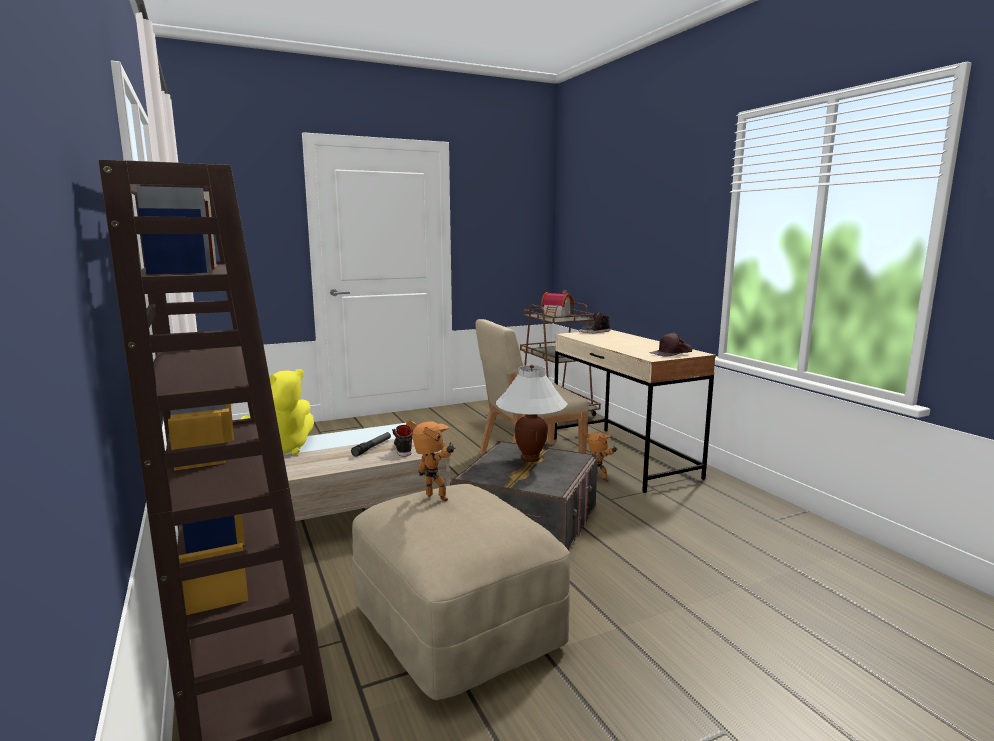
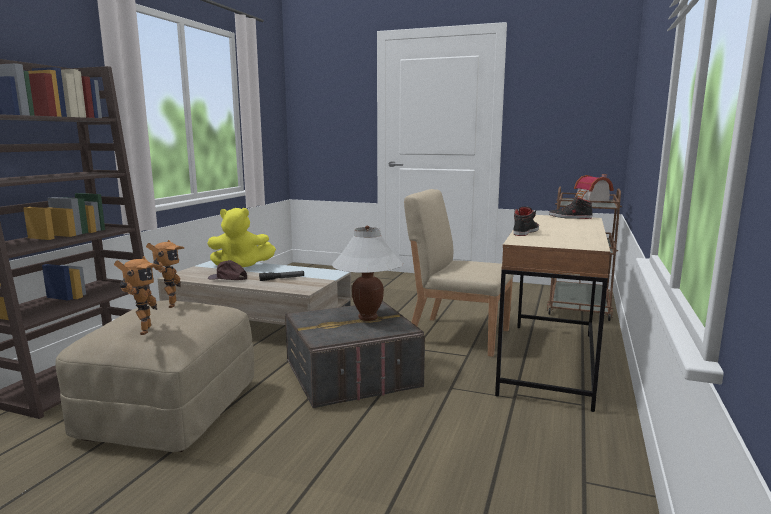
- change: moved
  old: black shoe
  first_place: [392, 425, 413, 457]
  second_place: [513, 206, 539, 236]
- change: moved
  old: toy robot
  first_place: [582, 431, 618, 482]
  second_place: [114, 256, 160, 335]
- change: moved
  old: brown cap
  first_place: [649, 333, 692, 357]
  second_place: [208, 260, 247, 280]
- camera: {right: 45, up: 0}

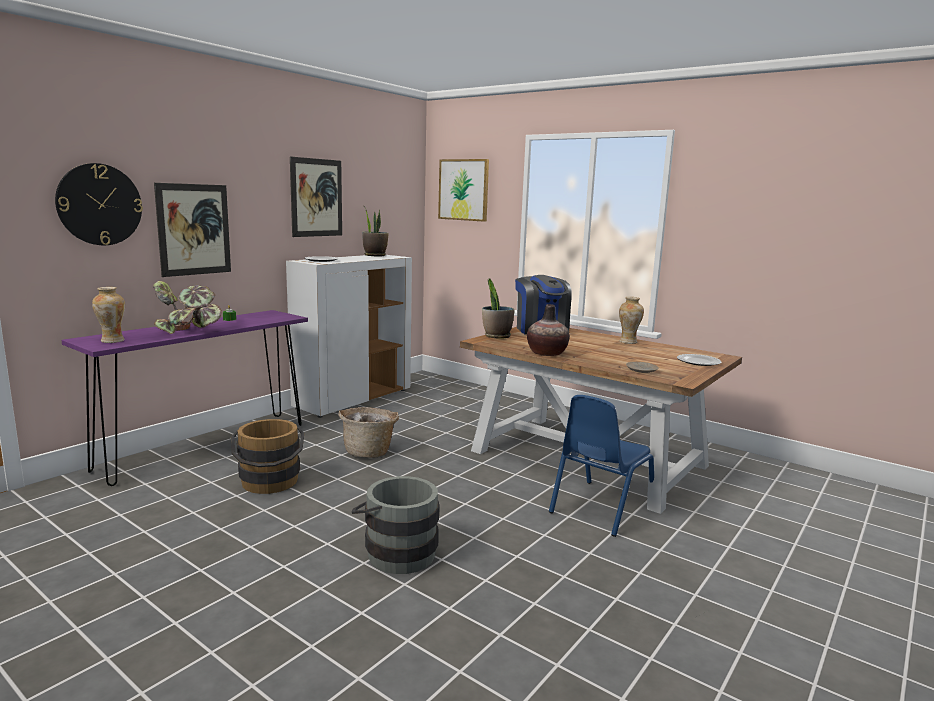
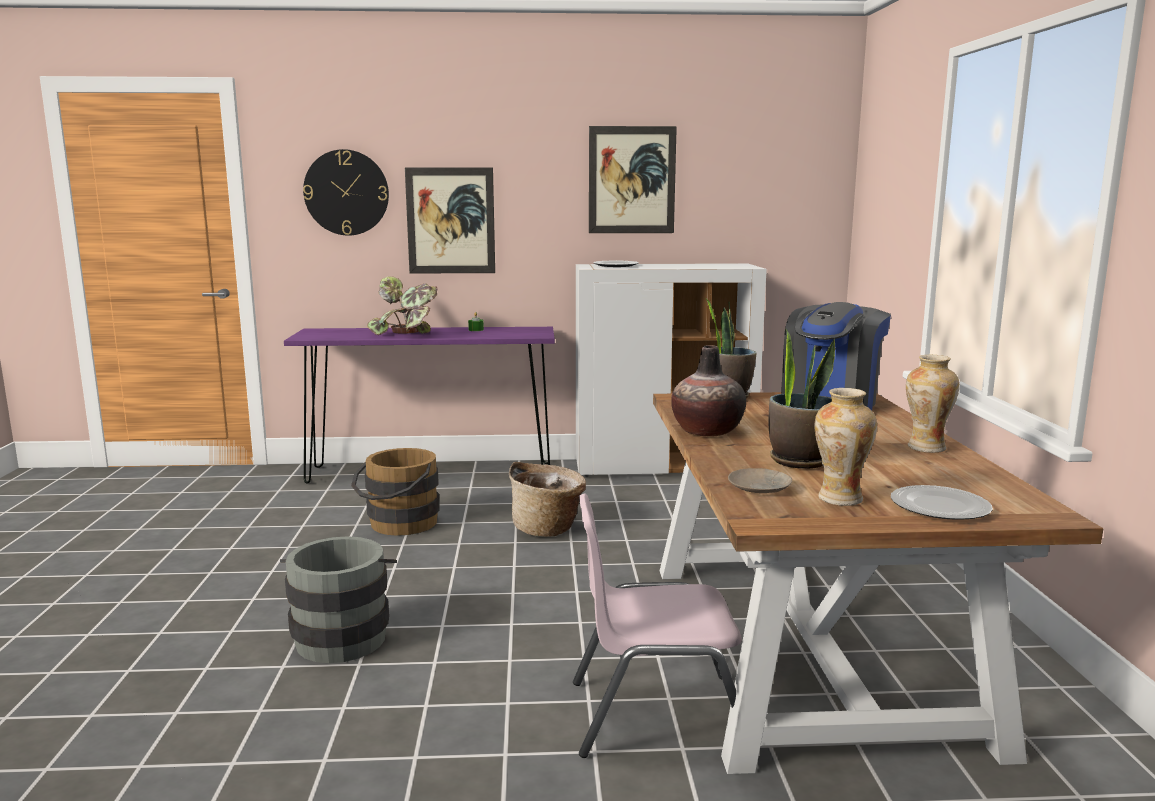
- change: moved
  old: vase
  first_place: [92, 287, 125, 343]
  second_place: [815, 388, 877, 506]
- change: moved
  old: potted plant
  first_place: [362, 206, 389, 257]
  second_place: [768, 330, 835, 469]
- change: removed
  old: picture
  first_place: [438, 159, 489, 222]
- change: recoloured
  old: blue chair
  new: pink chair
  first_place: [549, 395, 654, 537]
  second_place: [573, 493, 742, 758]
- camera: {right: 50, up: 0}

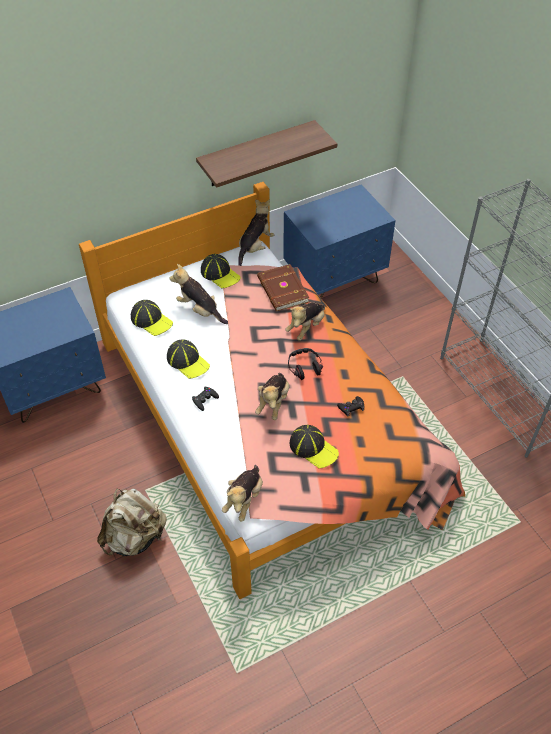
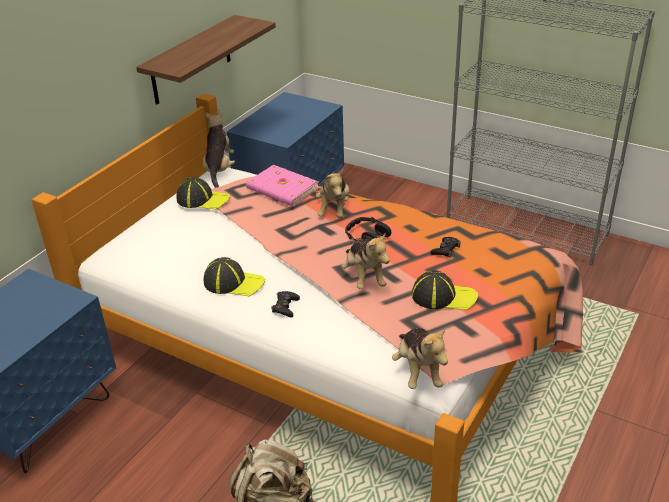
- change: removed
  old: cap
  first_place: [131, 300, 173, 336]
- change: removed
  old: plush toy
  first_place: [169, 264, 228, 324]
- change: recoloured
  old: brown book
  new: pink book
  first_place: [257, 264, 309, 311]
  second_place: [246, 165, 319, 206]
- camera: {right: -30, up: -15}

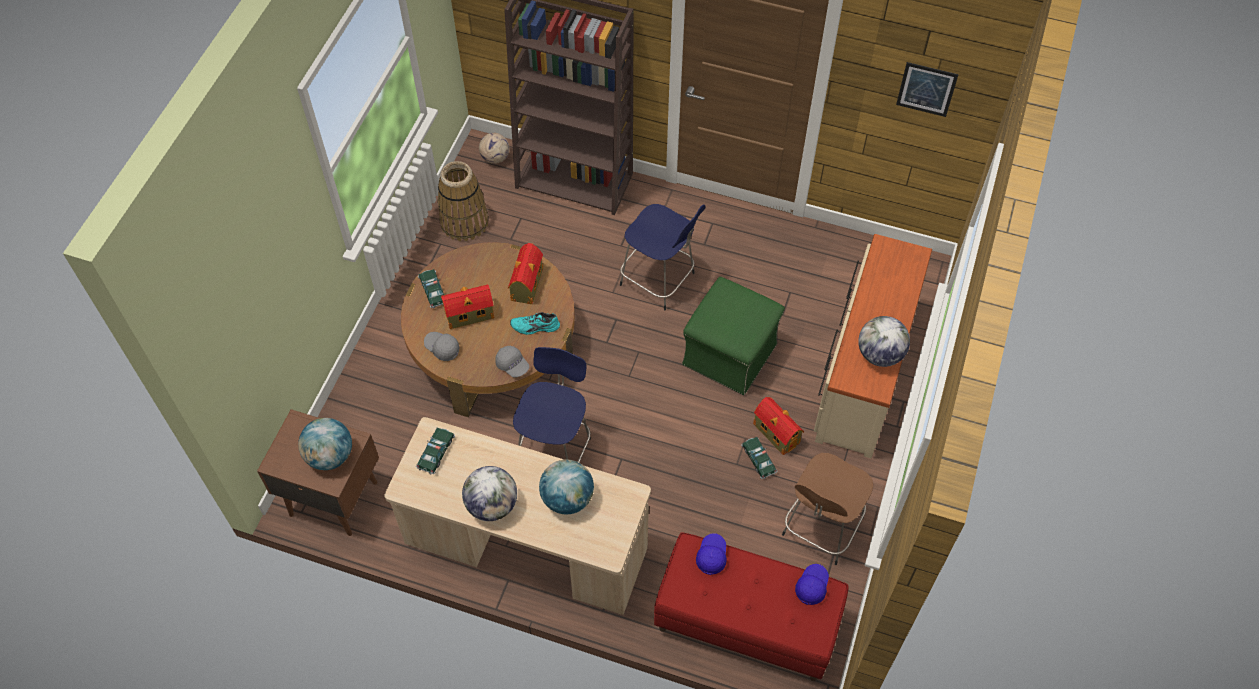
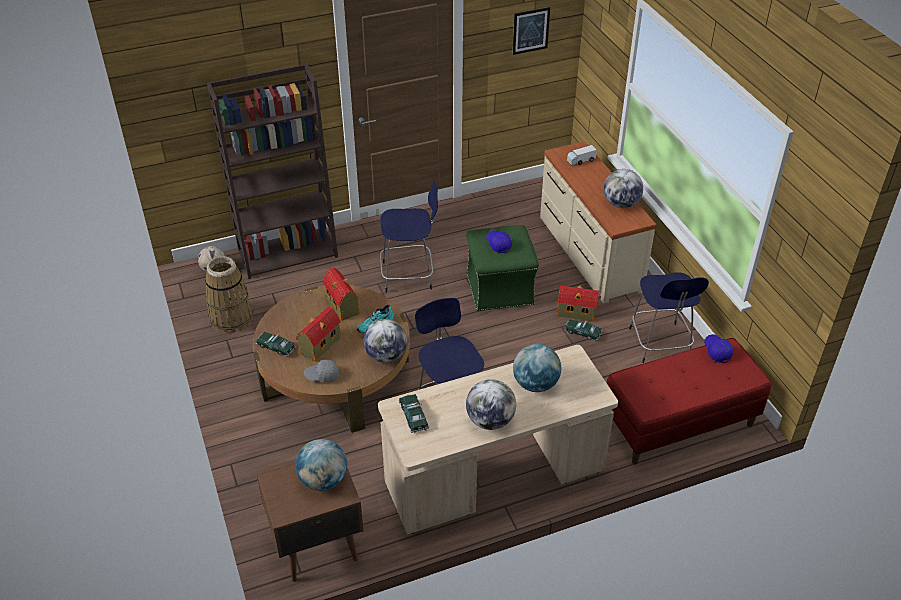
- change: replaced
  old: grey cap
  new: globe
  first_place: [496, 346, 529, 378]
  second_place: [363, 319, 407, 363]
- change: moved
  old: blue cap
  first_place: [696, 533, 727, 575]
  second_place: [486, 230, 512, 253]
- change: recoloured
  old: brown stool
  new: blue stool
  first_place: [782, 453, 873, 565]
  second_place: [629, 273, 709, 363]
- change: added
  new: toy truck
  second_place: [567, 145, 597, 165]
- camera: {right: -40, up: -15}

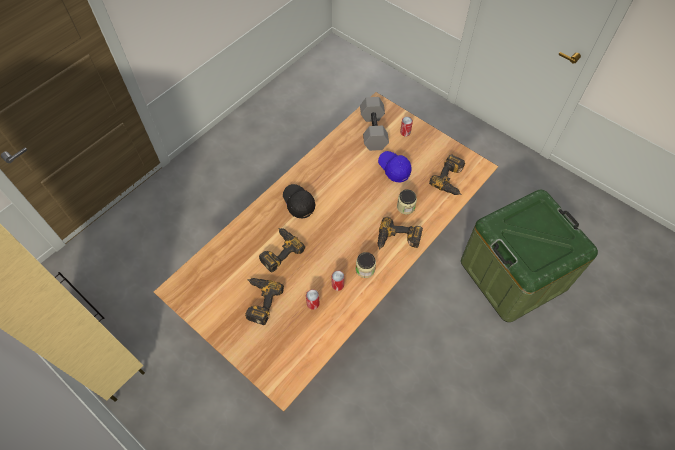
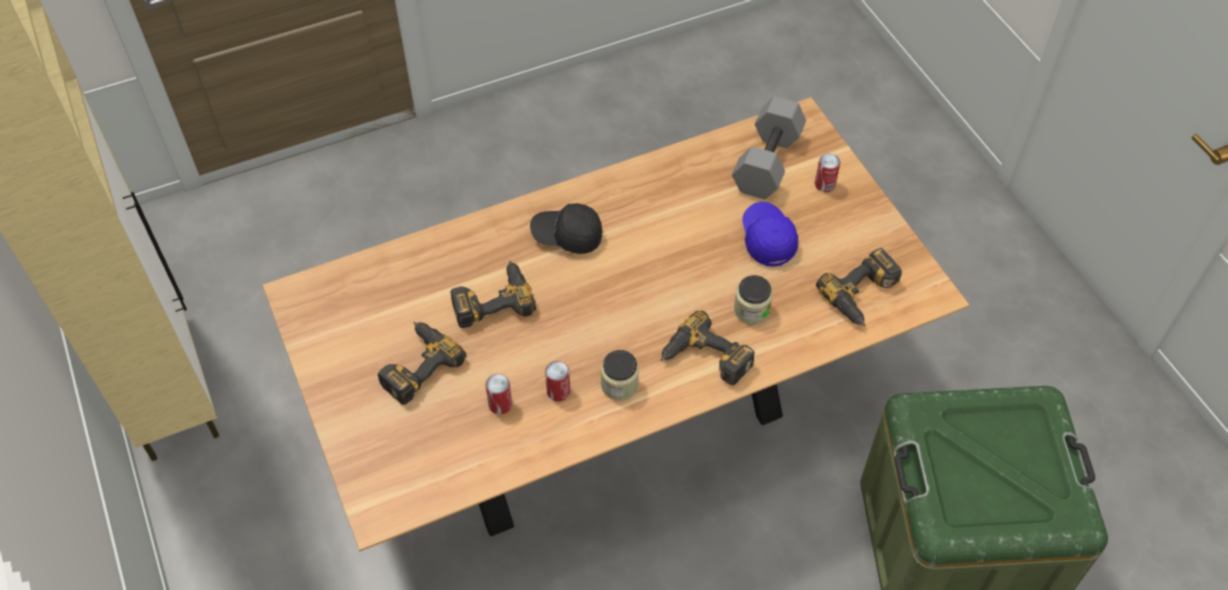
- change: turned
  old: black cap
  first_place: [283, 184, 315, 219]
  second_place: [530, 203, 602, 254]
  degrees: -75
- camera: {right: 25, up: -5}

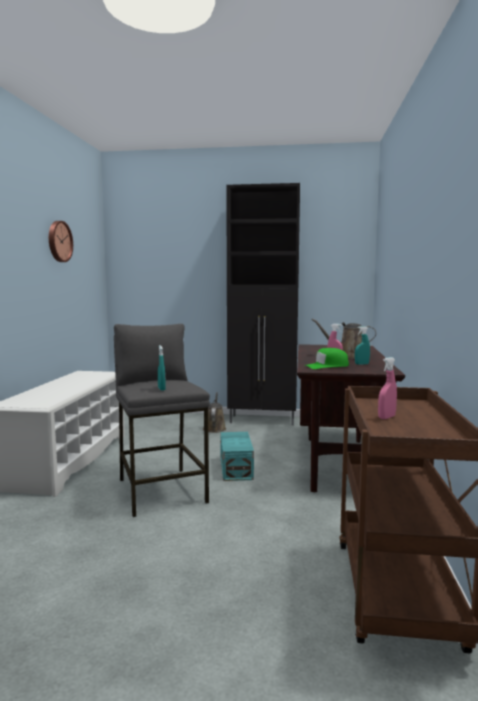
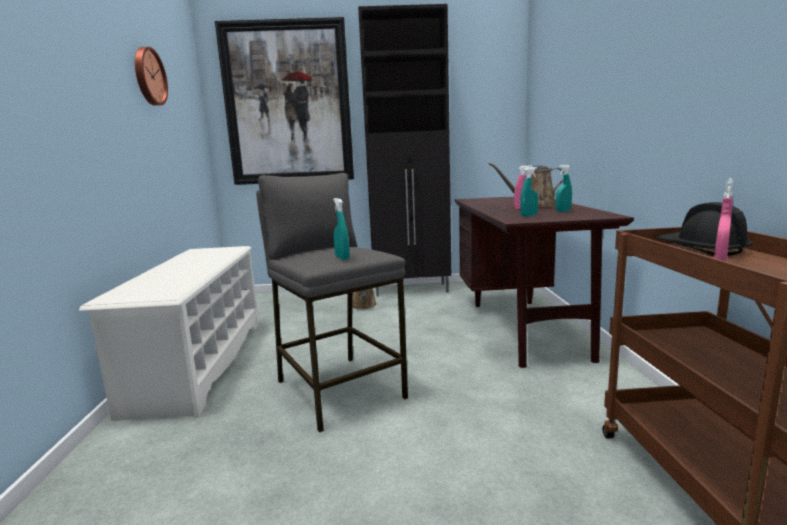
- change: removed
  old: turquoise storage box
  first_place: [220, 432, 254, 481]
- change: replaced
  old: green cap
  new: turquoise spray bottle
  first_place: [304, 348, 349, 369]
  second_place: [520, 167, 538, 217]
- change: added
  new: picture
  second_place: [215, 17, 354, 185]
- change: added
  new: black hard hat
  second_place: [657, 202, 753, 256]
- camera: {right: -10, up: 5}

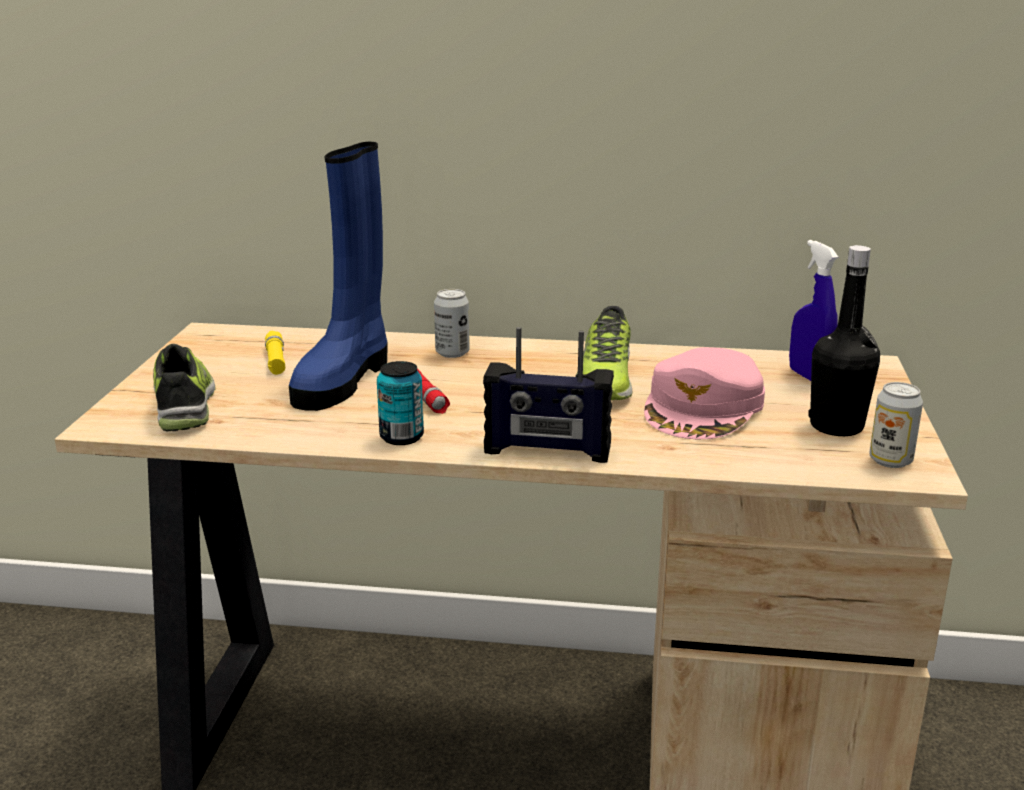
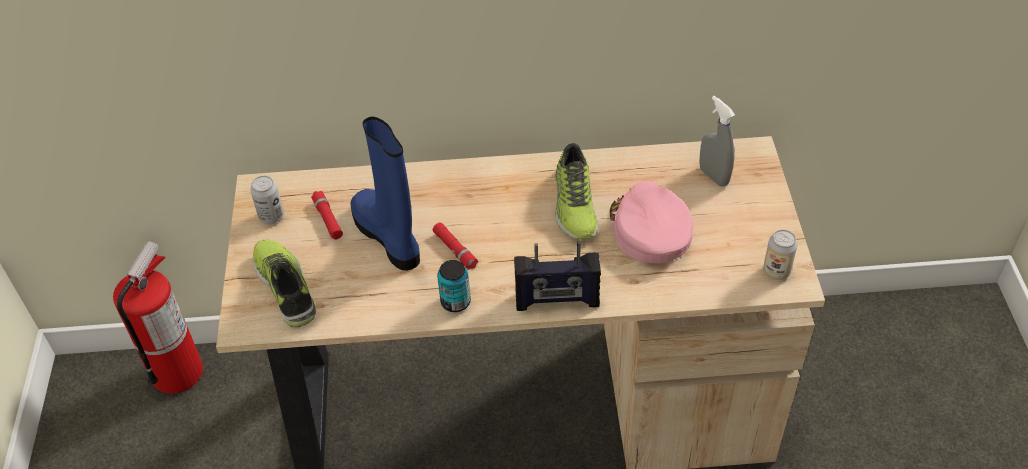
- change: recoloured
  old: yellow flashlight
  new: red flashlight
  first_place: [265, 331, 285, 375]
  second_place: [311, 191, 343, 240]
- change: turned
  old: blue boot
  first_place: [289, 142, 387, 411]
  second_place: [350, 117, 420, 270]
  degrees: 135
- change: moved
  old: can
  first_place: [434, 289, 470, 358]
  second_place: [250, 176, 284, 224]
- change: turned
  old: pink cap
  first_place: [644, 347, 765, 439]
  second_place: [609, 181, 694, 263]
  degrees: 150
- change: recoloured
  old: blue spray bottle
  new: grey spray bottle
  first_place: [789, 240, 838, 381]
  second_place: [699, 96, 735, 187]
- change: removed
  old: black bottle
  first_place: [808, 245, 880, 436]
- change: added
  new: fire extinguisher
  second_place: [113, 241, 203, 394]
- camera: {right: -10, up: 25}

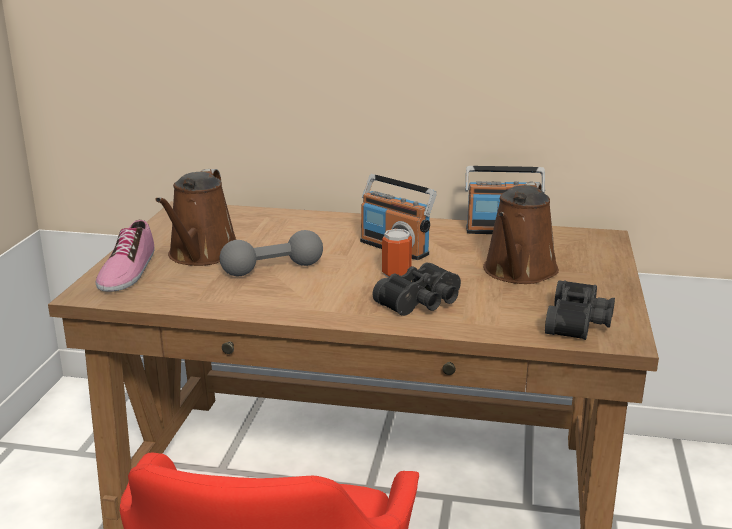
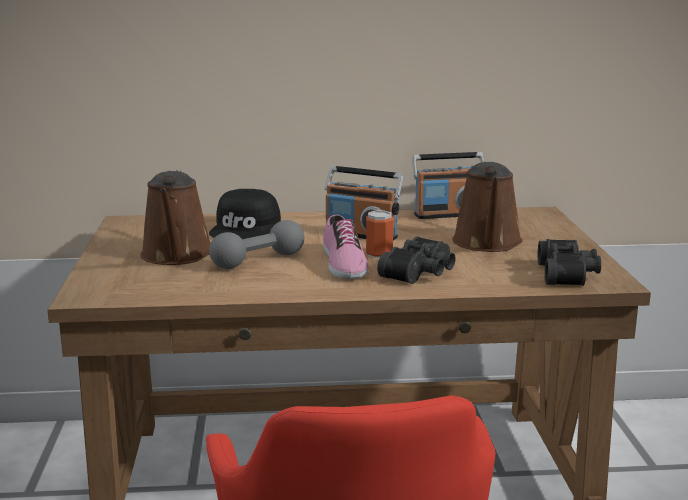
- change: moved
  old: shoe
  first_place: [96, 220, 155, 292]
  second_place: [323, 214, 368, 279]
- change: added
  new: black cap
  second_place: [209, 189, 281, 239]
- camera: {right: -15, up: -5}

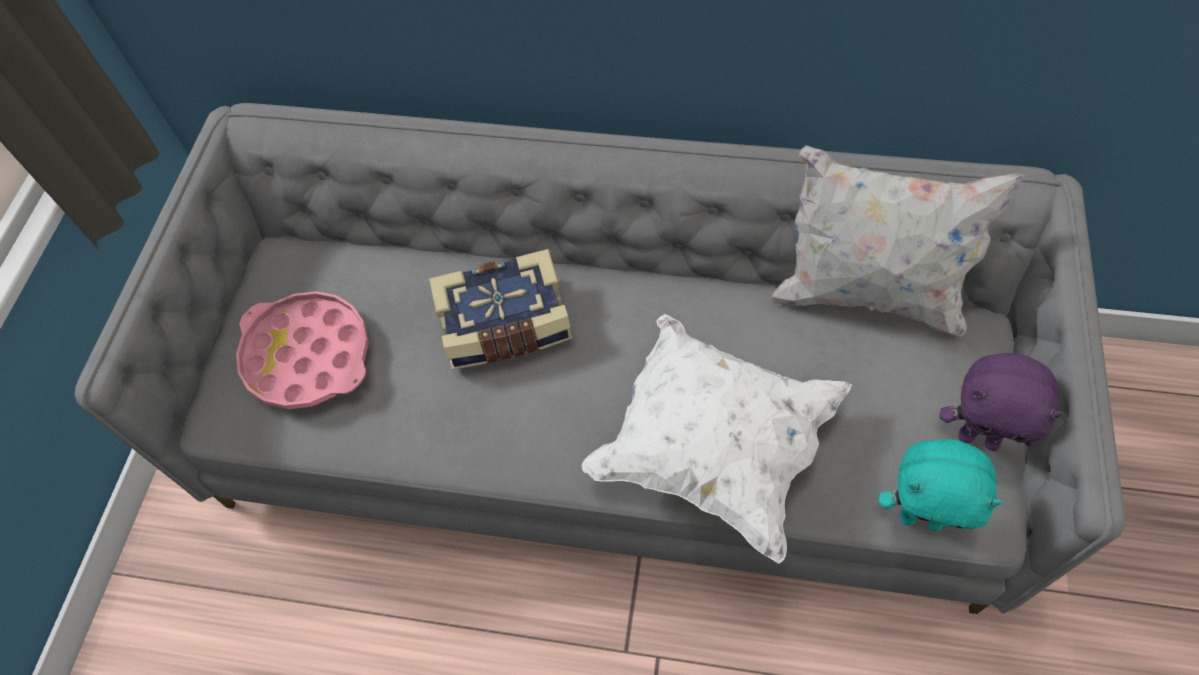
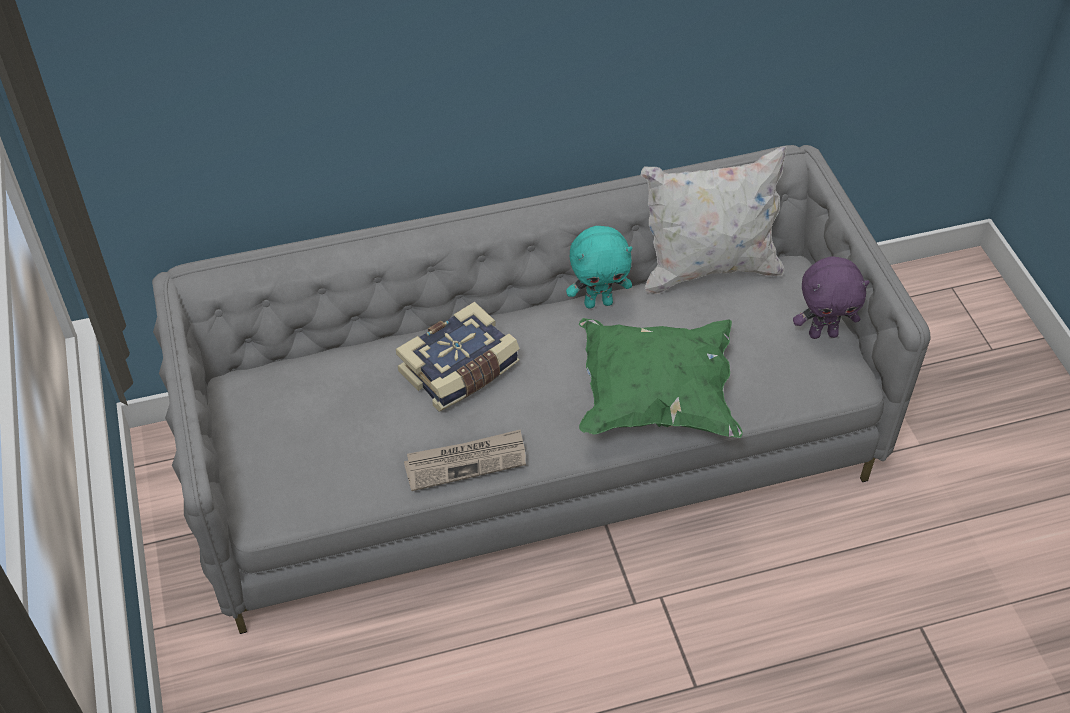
- change: removed
  old: pink tray
  first_place: [236, 291, 369, 409]
- change: recoloured
  old: white pillow
  new: green pillow
  first_place: [582, 314, 852, 564]
  second_place: [579, 318, 743, 438]
- change: moved
  old: turquoise plush toy
  first_place: [879, 439, 1002, 532]
  second_place: [566, 226, 633, 309]
- change: added
  new: newspaper
  second_place: [404, 429, 526, 491]
- camera: {right: -30, up: -10}

